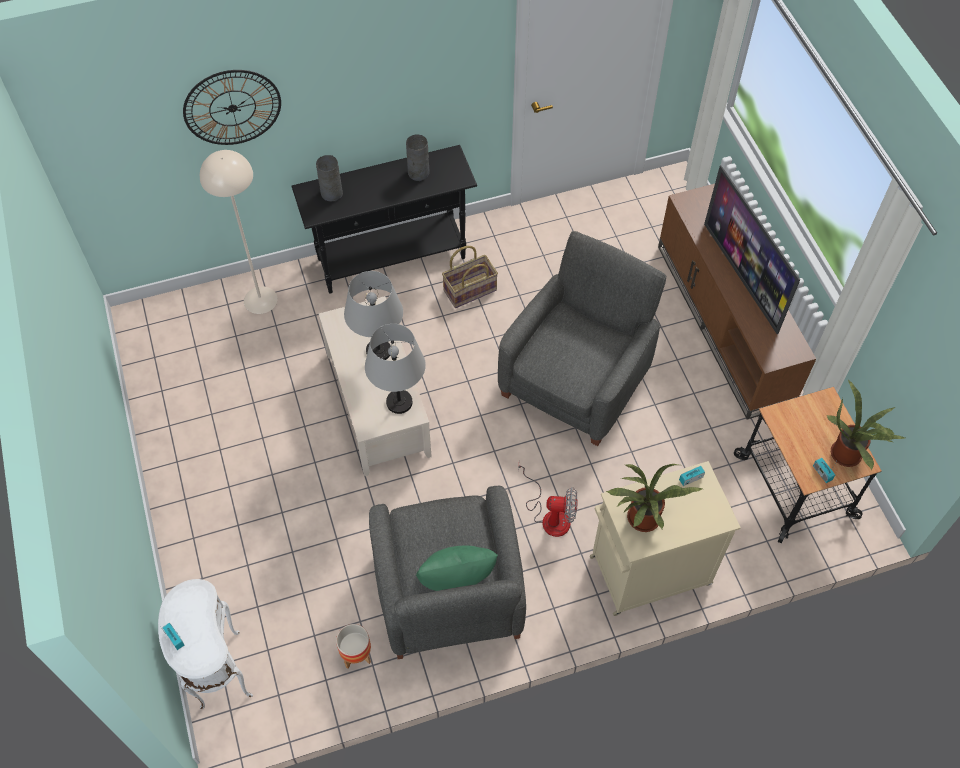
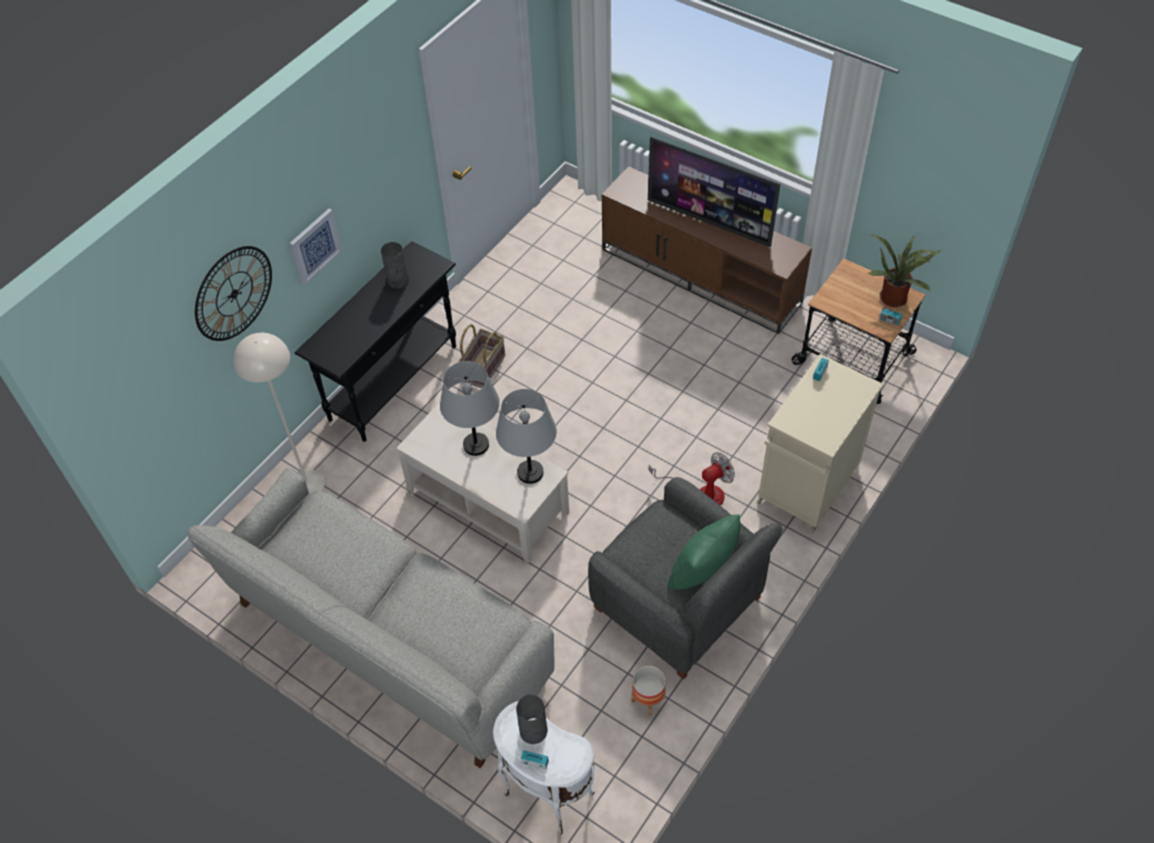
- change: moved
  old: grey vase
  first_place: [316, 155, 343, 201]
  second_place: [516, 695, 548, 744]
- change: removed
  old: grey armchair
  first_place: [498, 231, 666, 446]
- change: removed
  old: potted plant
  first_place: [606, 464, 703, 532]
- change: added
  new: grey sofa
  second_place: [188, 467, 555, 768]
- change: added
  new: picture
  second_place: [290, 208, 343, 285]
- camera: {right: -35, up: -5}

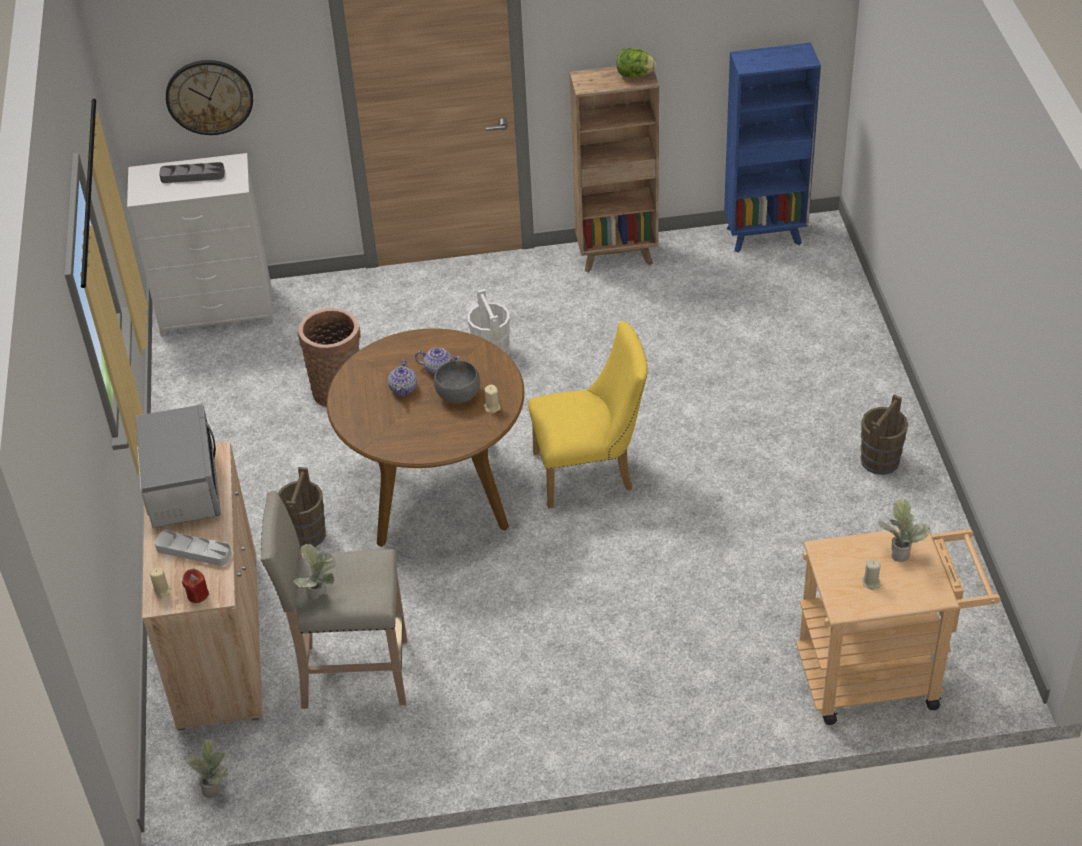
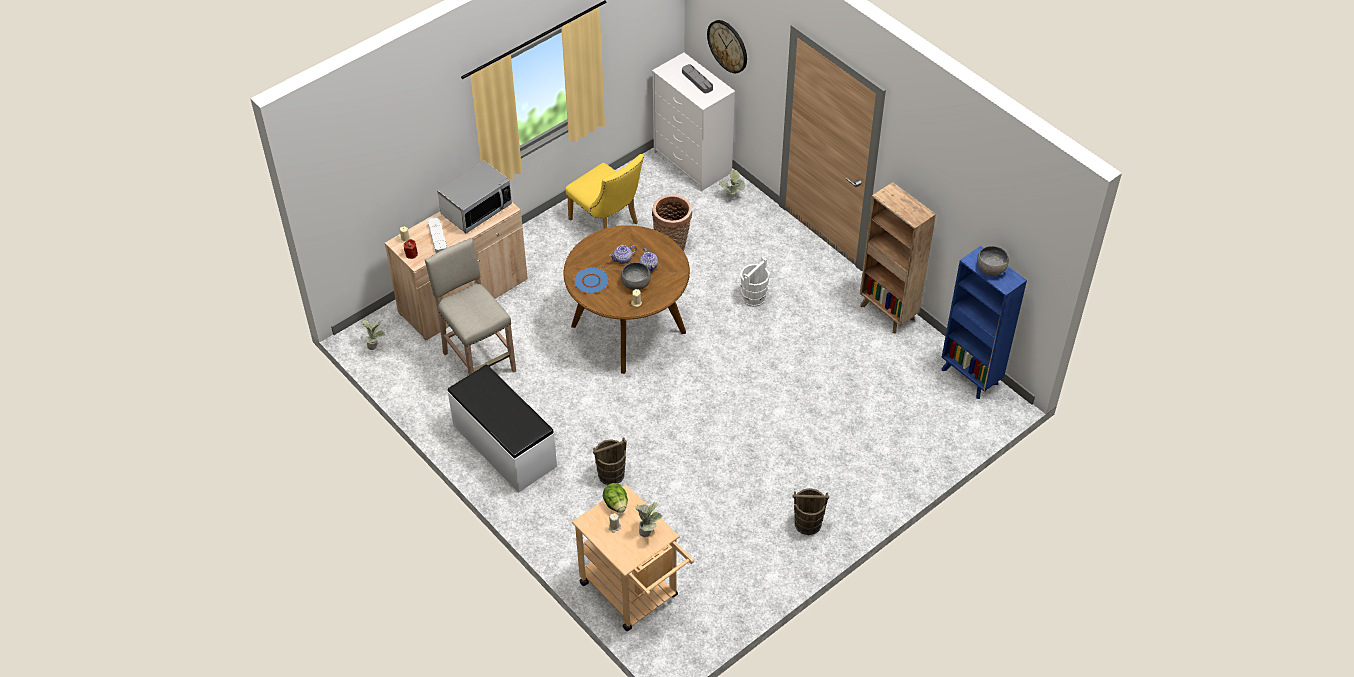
- change: moved
  old: brown bucket
  first_place: [278, 467, 326, 549]
  second_place: [593, 438, 627, 485]
- change: moved
  old: potted plant
  first_place: [293, 544, 336, 600]
  second_place: [719, 170, 745, 198]
- change: moved
  old: yellow chair
  first_place: [528, 321, 648, 509]
  second_place: [565, 154, 644, 229]
- change: moved
  old: lettuce
  first_place: [617, 48, 657, 78]
  second_place: [603, 483, 628, 513]
- change: added
  new: white bench
  second_place: [447, 364, 557, 493]
- change: added
  new: blue plate
  second_place: [573, 267, 609, 294]
- change: added
  new: grey bowl
  second_place: [977, 246, 1009, 276]
- camera: {right: 55, up: 5}

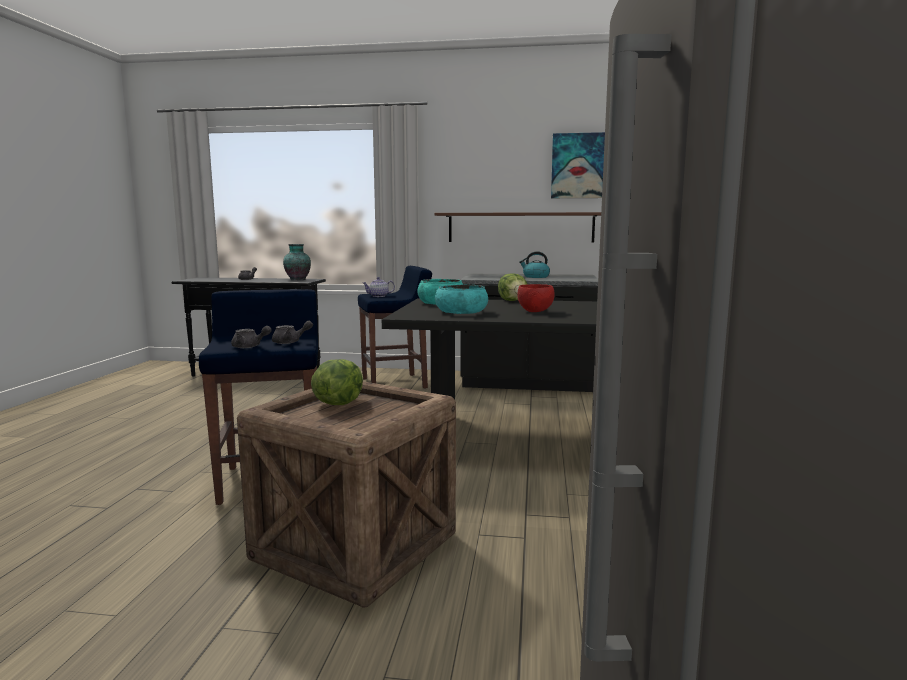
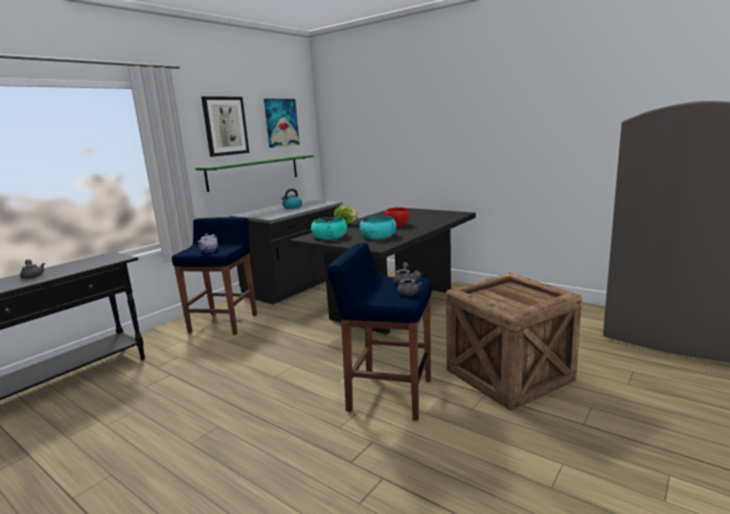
- change: removed
  old: vase
  first_place: [283, 244, 311, 280]
- change: removed
  old: lettuce
  first_place: [311, 359, 363, 405]
- change: recoloured
  old: brown shelf
  new: green shelf
  first_place: [434, 212, 601, 242]
  second_place: [195, 155, 314, 192]
- change: added
  new: picture
  second_place: [201, 96, 249, 157]
- camera: {right: -60, up: 5}

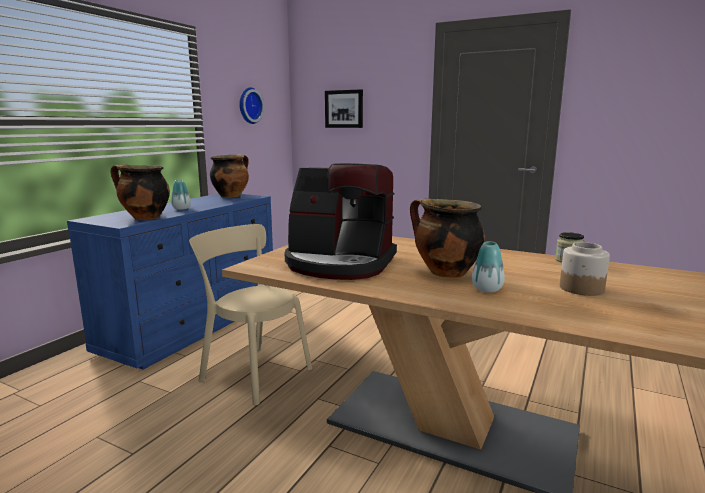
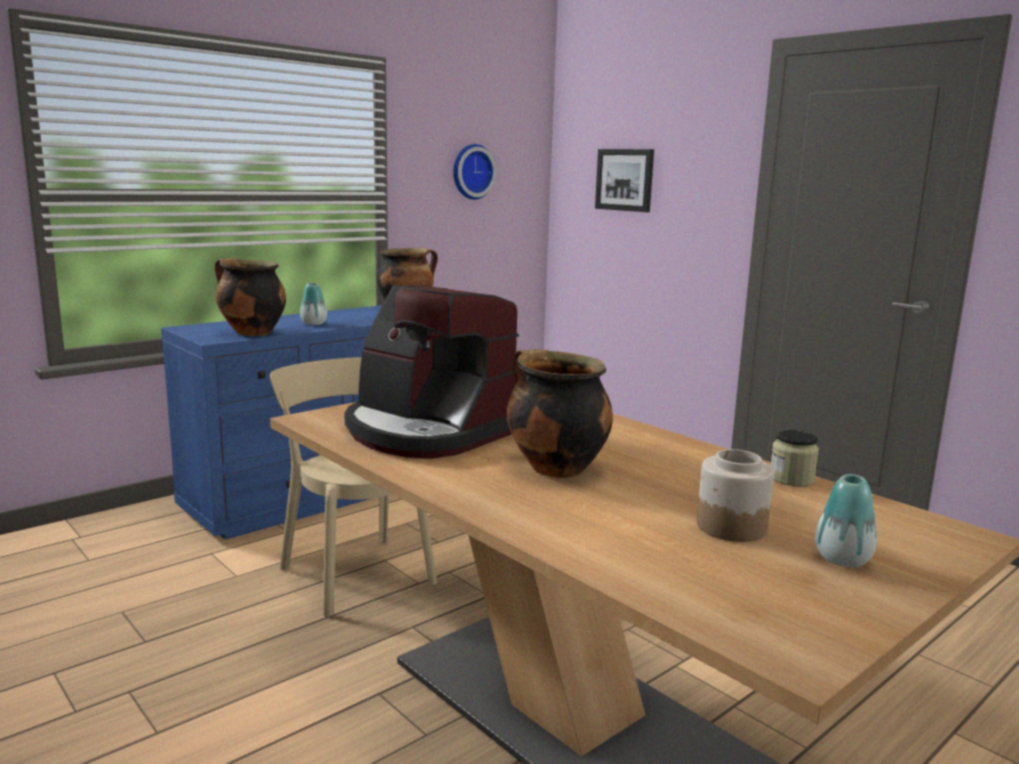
- change: moved
  old: vase
  first_place: [472, 241, 505, 293]
  second_place: [815, 474, 877, 567]
- camera: {right: 20, up: 0}

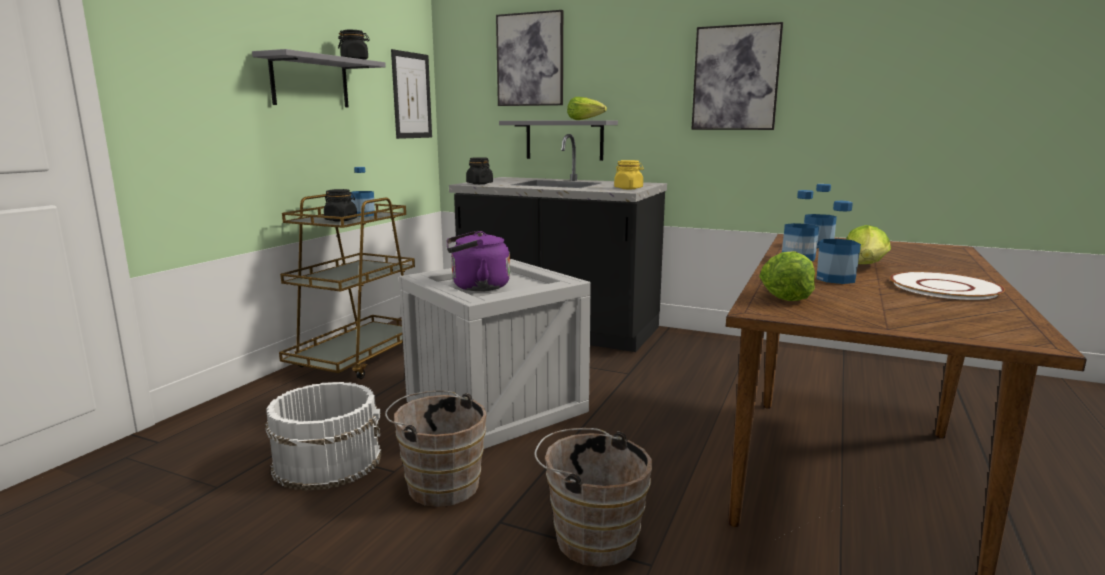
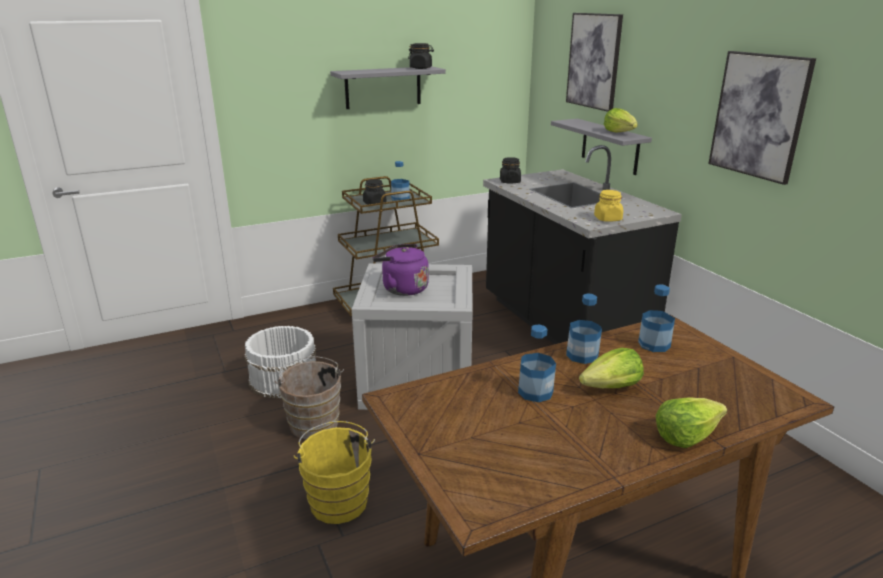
- change: removed
  old: picture
  first_place: [391, 49, 432, 139]
- change: recoloured
  old: brown bucket
  new: yellow bucket
  first_place: [535, 428, 652, 567]
  second_place: [293, 421, 375, 524]
- change: moved
  old: lettuce
  first_place: [759, 251, 815, 301]
  second_place: [656, 397, 727, 448]
- change: removed
  old: white plate
  first_place: [890, 272, 1005, 300]
- camera: {right: 40, up: 10}

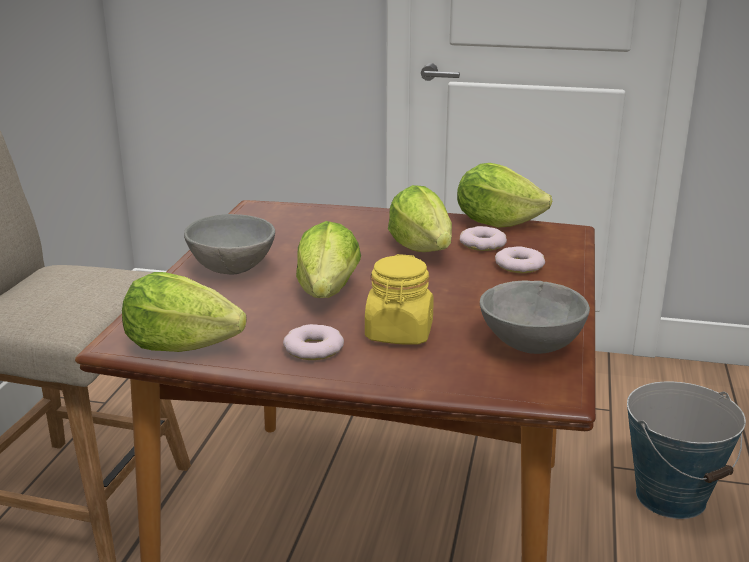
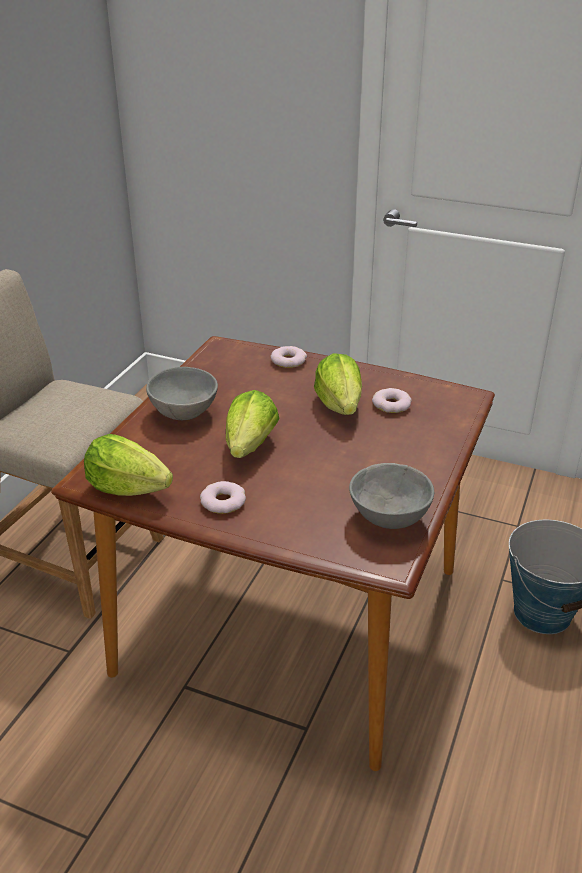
- change: removed
  old: yellow jar
  first_place: [365, 254, 434, 345]
- change: removed
  old: lettuce
  first_place: [457, 163, 552, 228]
- change: moved
  old: donut
  first_place: [495, 246, 545, 273]
  second_place: [271, 346, 307, 368]
- camera: {right: 10, up: 10}

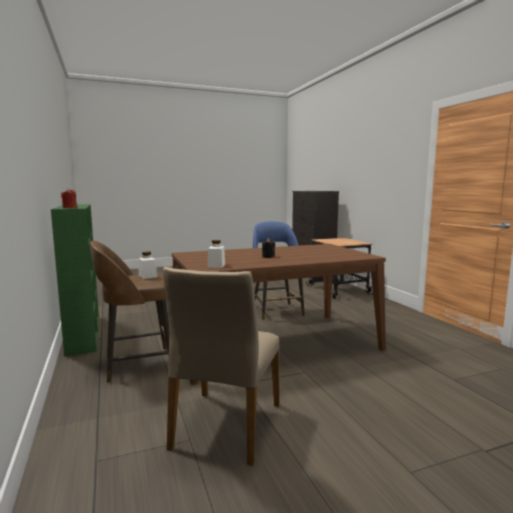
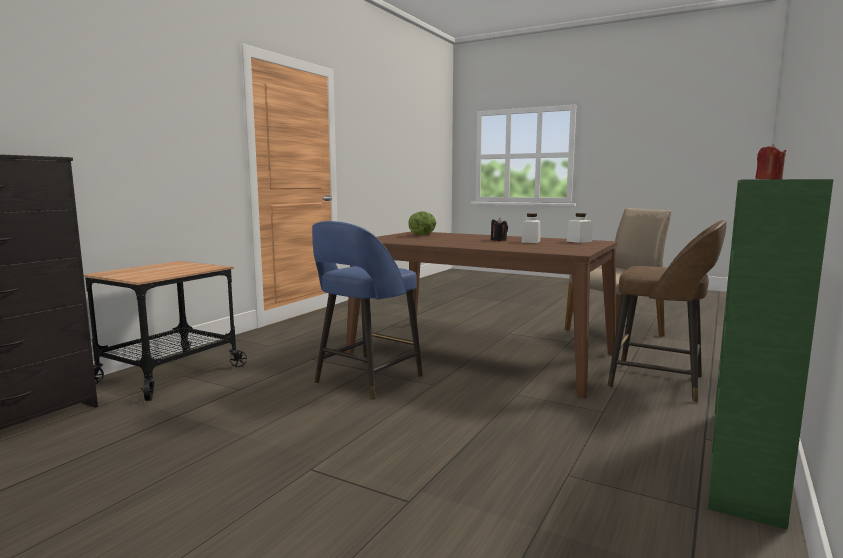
- change: moved
  old: white jar
  first_place: [138, 252, 157, 279]
  second_place: [522, 213, 540, 243]
- change: added
  new: lettuce
  second_place: [408, 211, 436, 235]
- camera: {right: -130, up: 0}

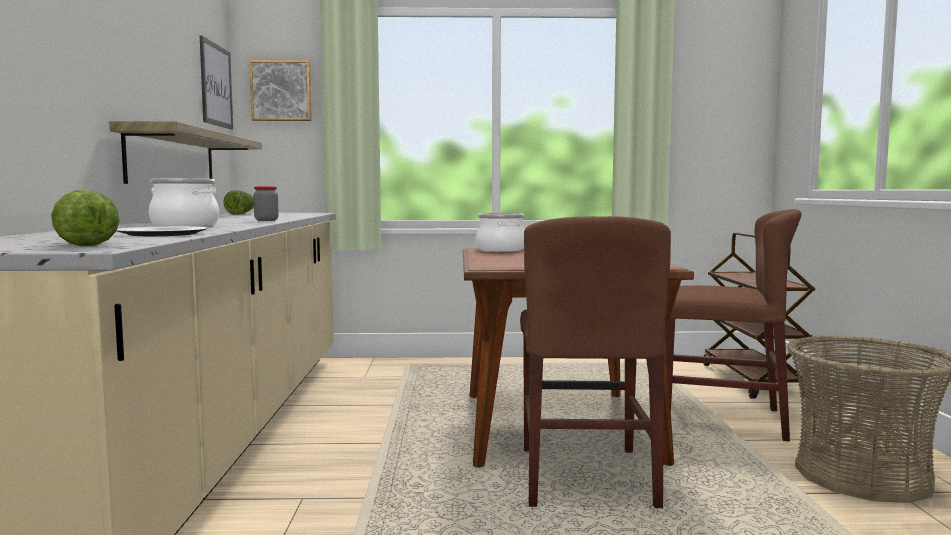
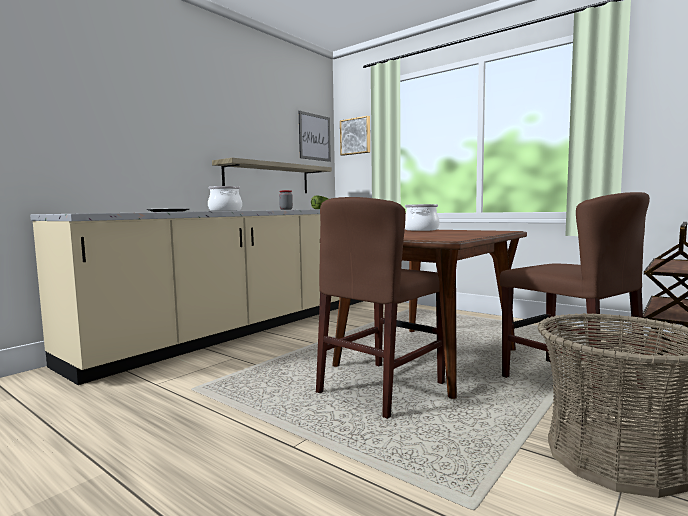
- change: removed
  old: lettuce
  first_place: [51, 190, 120, 247]
- camera: {right: 40, up: 0}

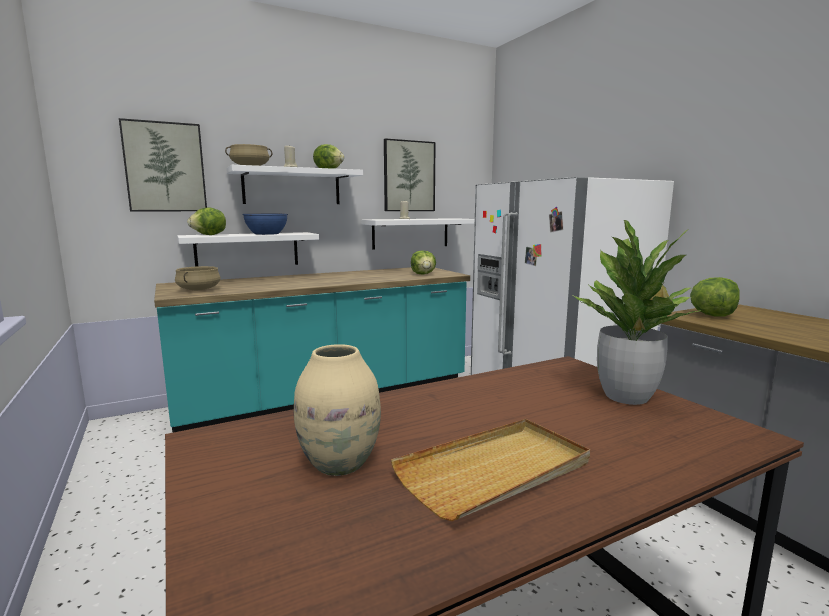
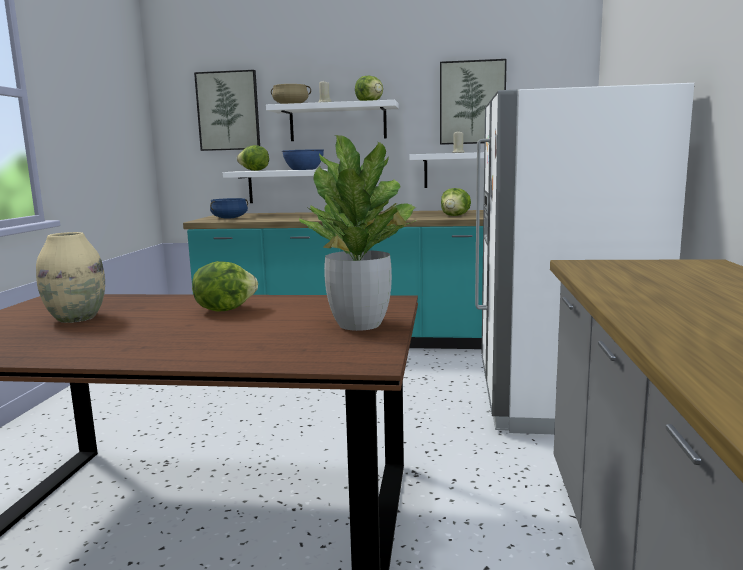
- change: recoloured
  old: beige cooking pot
  new: blue cooking pot
  first_place: [175, 266, 220, 290]
  second_place: [210, 198, 248, 219]
- change: removed
  old: beige tray
  first_place: [391, 419, 590, 521]
- change: moved
  old: lettuce
  first_place: [690, 277, 740, 317]
  second_place: [192, 261, 258, 312]
- camera: {right: 35, up: 0}

